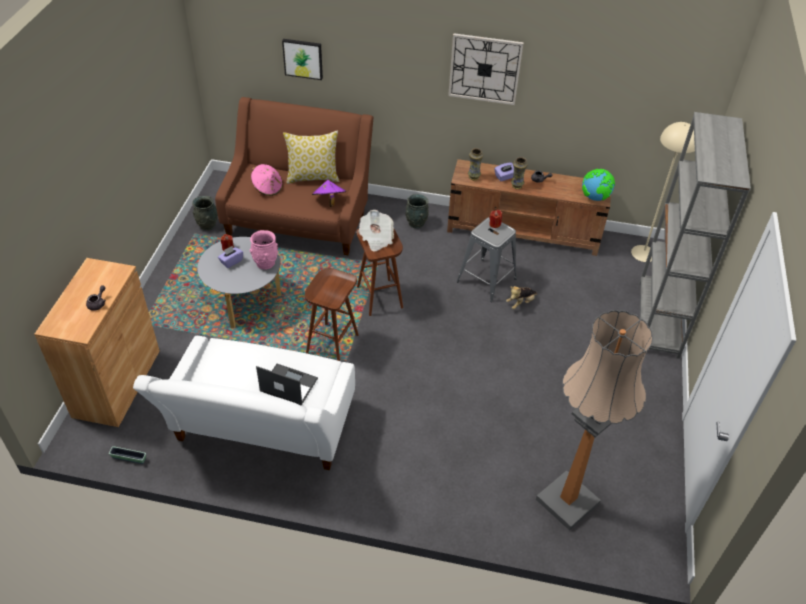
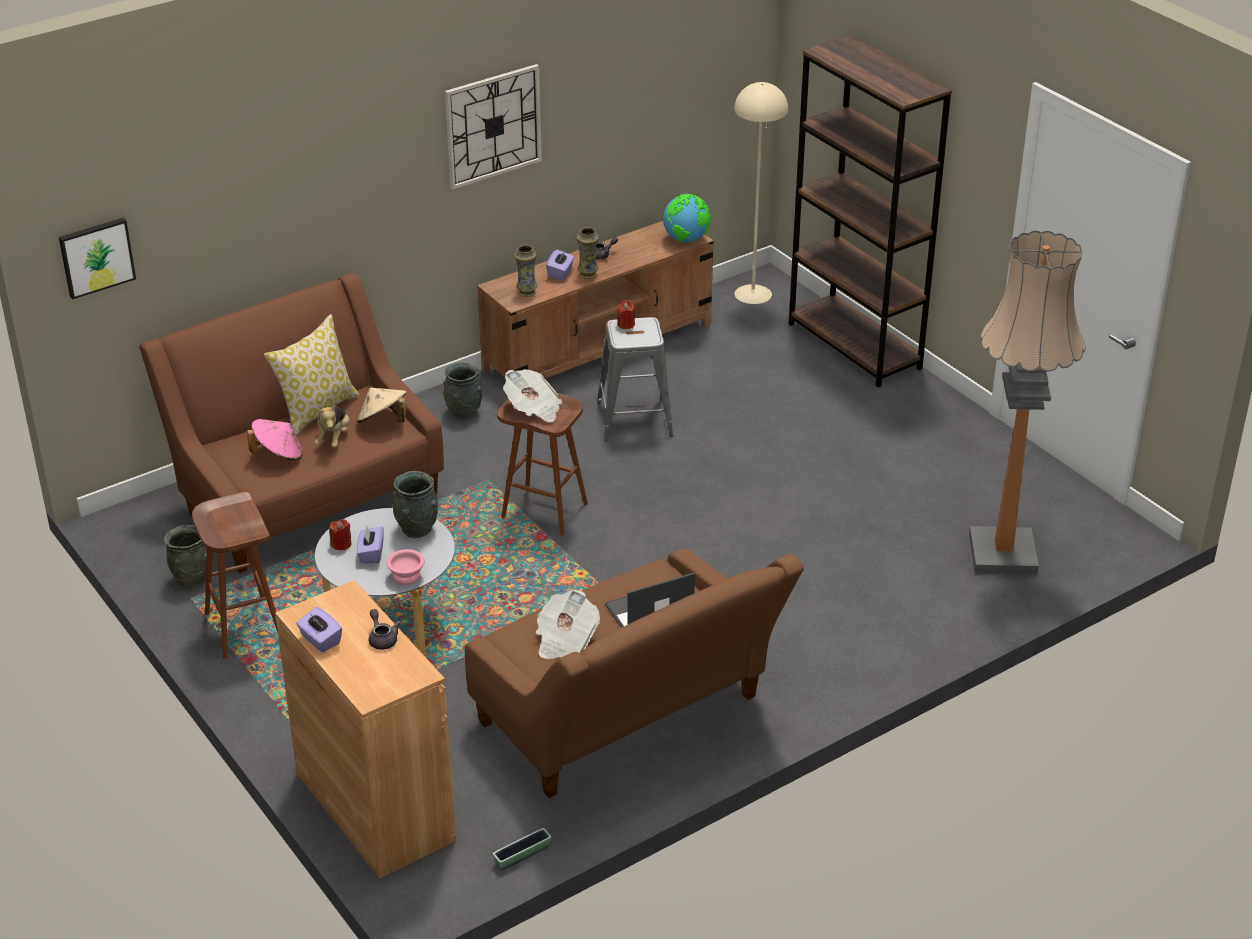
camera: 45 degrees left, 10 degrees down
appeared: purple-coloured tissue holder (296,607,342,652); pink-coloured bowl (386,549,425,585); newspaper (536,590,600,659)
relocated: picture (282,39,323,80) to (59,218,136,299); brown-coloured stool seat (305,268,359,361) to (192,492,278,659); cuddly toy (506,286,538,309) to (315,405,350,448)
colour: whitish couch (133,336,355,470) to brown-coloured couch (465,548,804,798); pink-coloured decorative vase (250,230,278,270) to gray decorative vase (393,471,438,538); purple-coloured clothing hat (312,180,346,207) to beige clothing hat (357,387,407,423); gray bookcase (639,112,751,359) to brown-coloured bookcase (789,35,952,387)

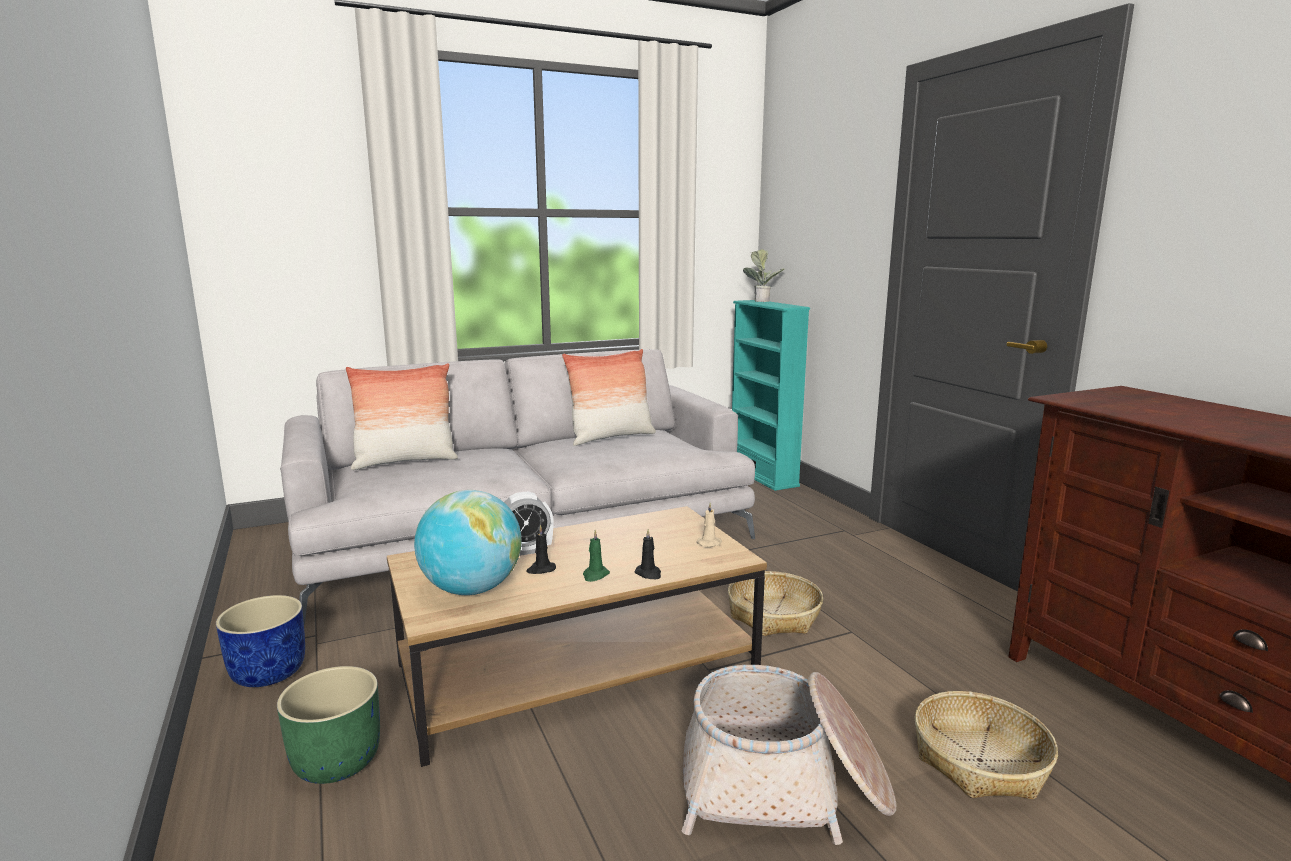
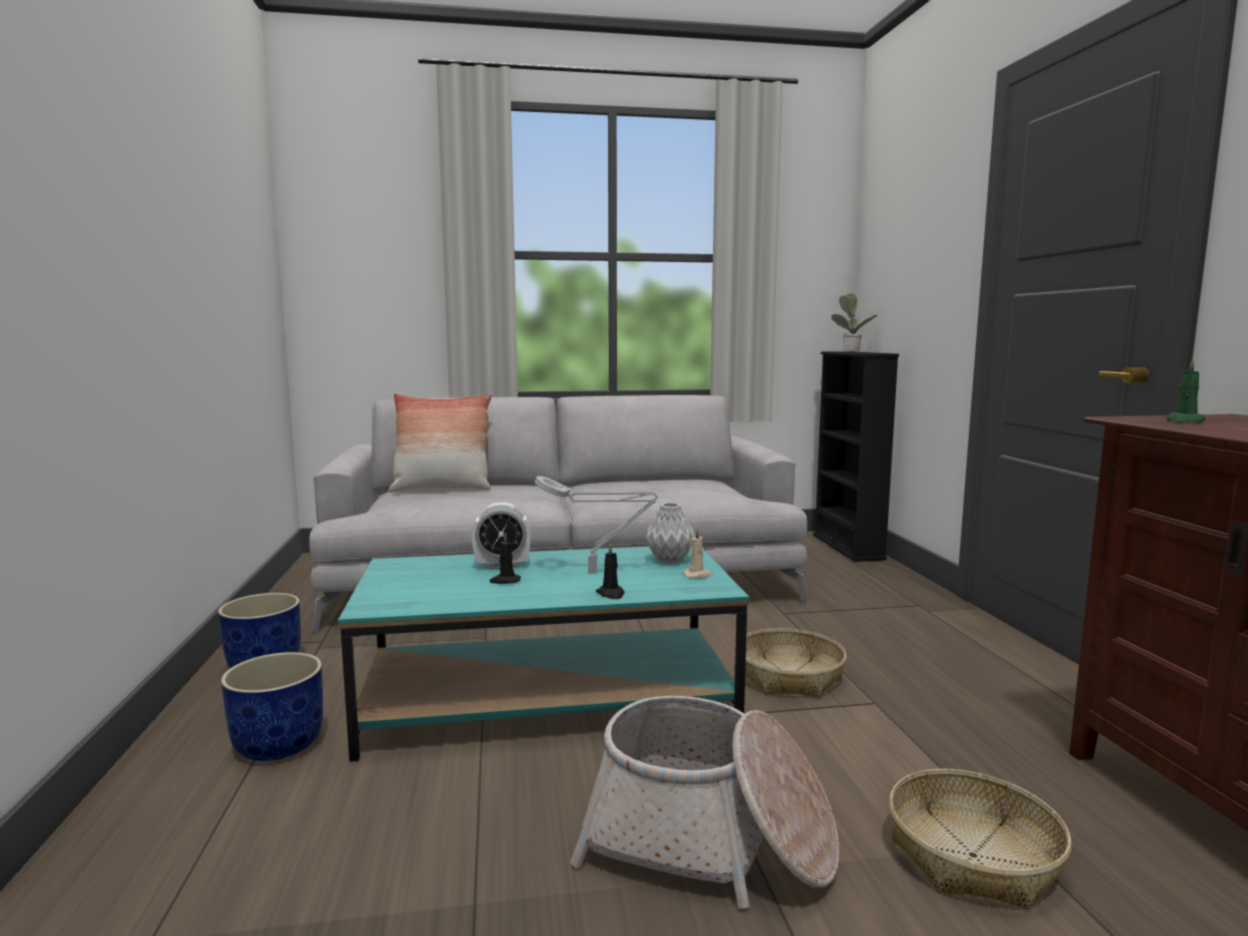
camera: 15 degrees right, 5 degrees down
missing: world globe (414,490,522,595); pillow (562,349,656,446)
appeared: gray tabletop lamp (535,476,658,573); gray decorative vase (645,503,695,564)
relocated: green wax light (583,530,610,582) to (1167,358,1206,423)
colour: green planter (277,666,380,784) to bluish planter (221,652,323,761); brown-coloured lounge table (387,506,767,767) to turquoise lounge table (338,545,749,761); turquoise bookcase (732,300,810,491) to black bookcase (813,351,899,562)

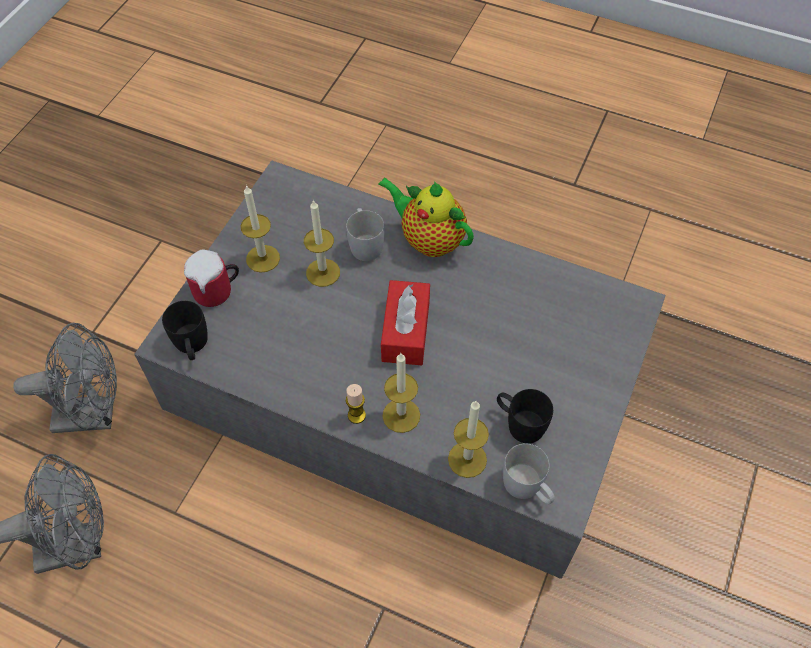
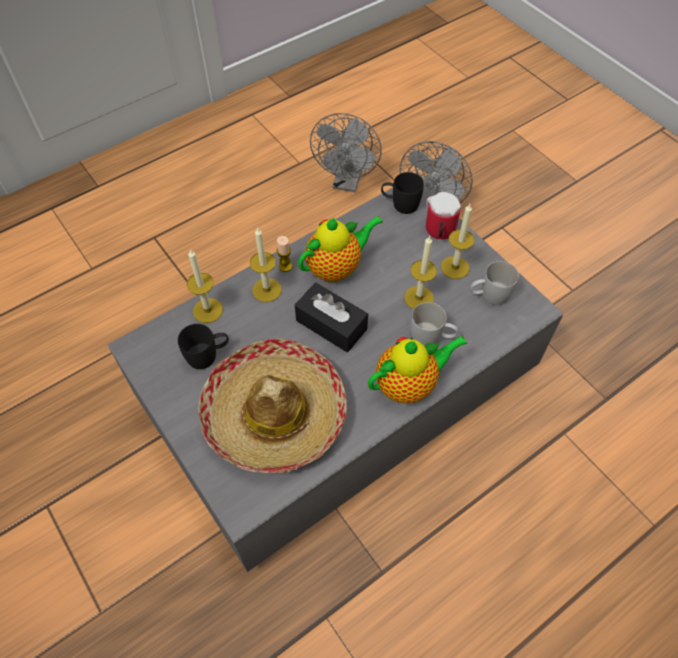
camera: 120 degrees right, 0 degrees up
appeared: clothing hat (198,339,347,473); tea pot (298,216,383,282)
relocated: whitish coffee mug (503,444,555,504) to (470,261,519,305)
colour: red tissue holder (381,280,430,365) to black tissue holder (295,283,368,352)

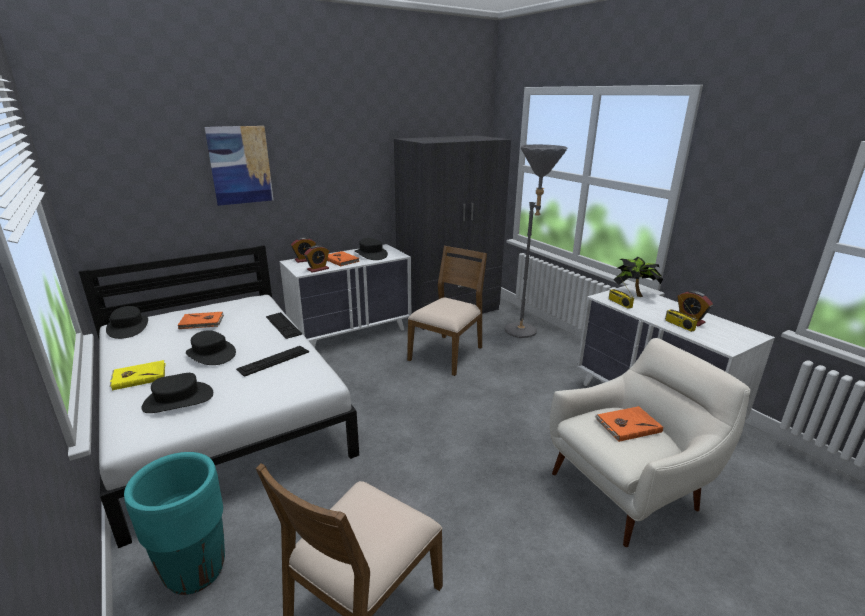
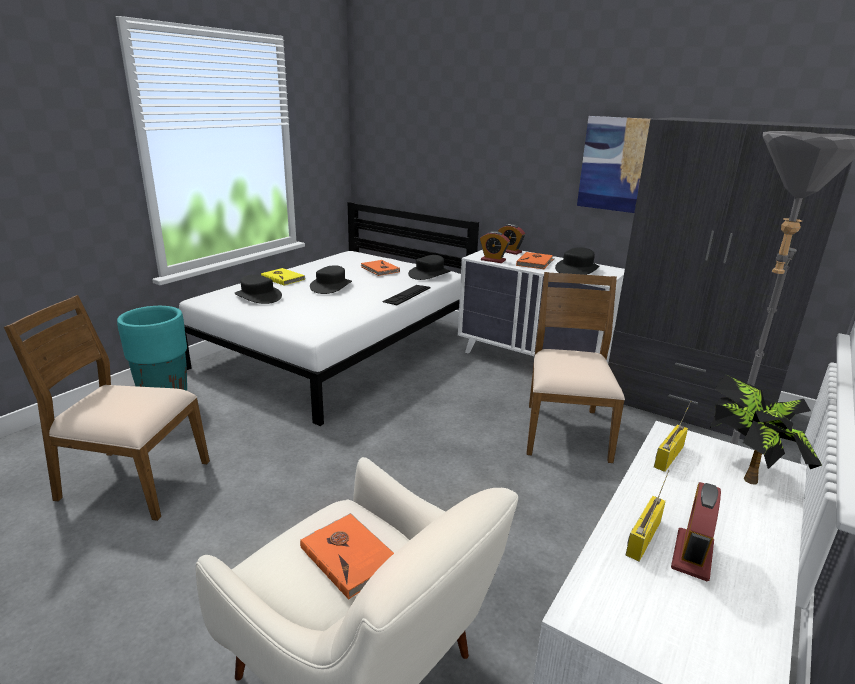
camera: 65 degrees right, 0 degrees up
missing: PC keyboard (236,346,309,377)
relocated: black clothing hat (106,306,148,339) to (408,255,450,280); picture (204,126,273,206) to (577,116,650,213)
spun: brown-coloured upright chair (407,246,487,376) = (527,272,625,463) 90 degrees counterclockwise

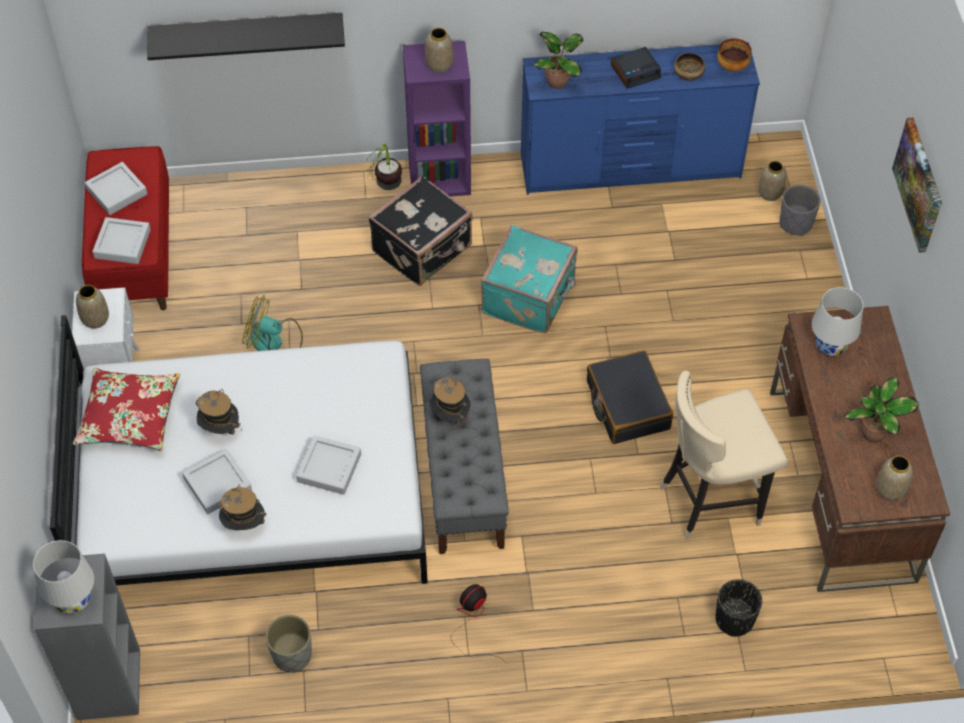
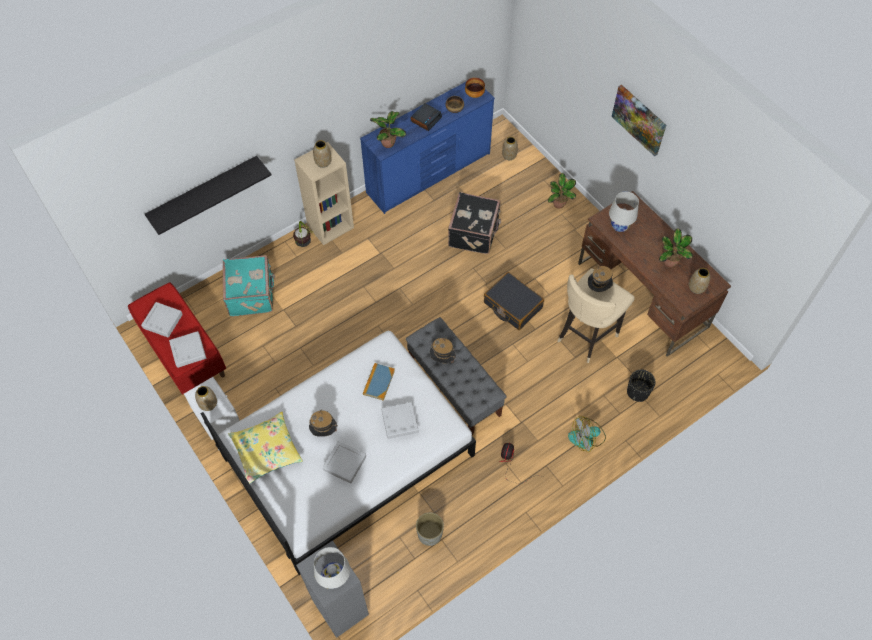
camera: 30 degrees left, 5 degrees up
missing: gray planter (780,185,820,236)
appeared: bound book (363,363,395,401); plant in a pot (547,173,576,209)
relocated: clothing hat (219,484,266,530) to (588,265,613,292); electric fan (242,295,303,351) to (568,416,606,452); black piece of luggage (368,176,473,286) to (448,192,501,254); turquoise piece of luggage (481,225,578,333) to (223,255,275,316)
colour: red pillow (73,368,180,451) to yellow-coloured pillow (228,411,303,484); purple-coloured bookcase (403,41,471,196) to beige bookcase (294,142,354,245)

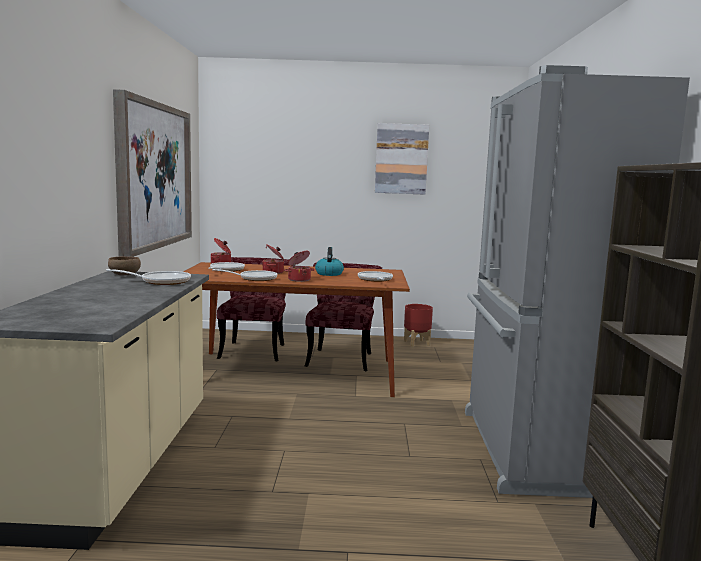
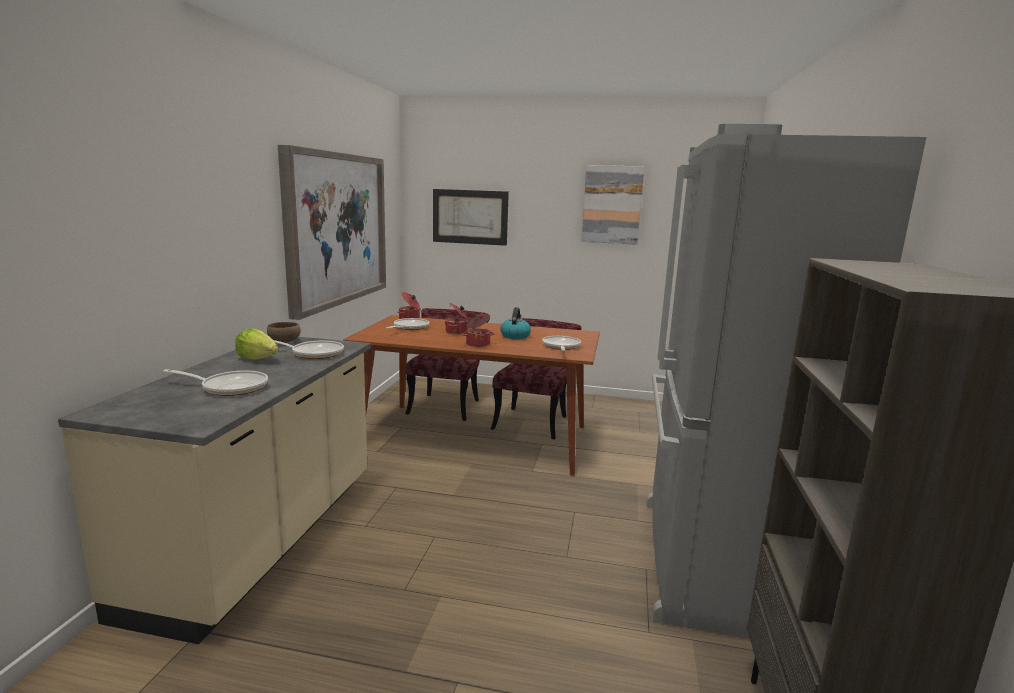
camera: 10 degrees right, 5 degrees up
missing: red planter (404,304,433,347)
appeared: head of lettuce (235,328,278,360); picture (433,189,509,246)
relocated: pan (212,269,277,281) to (163,369,268,396)

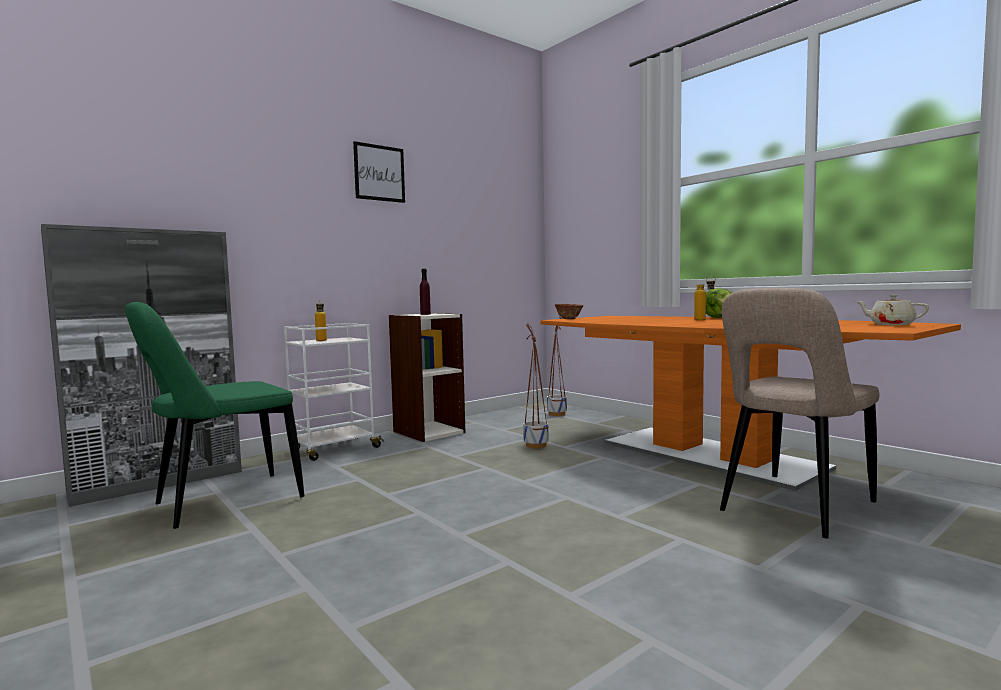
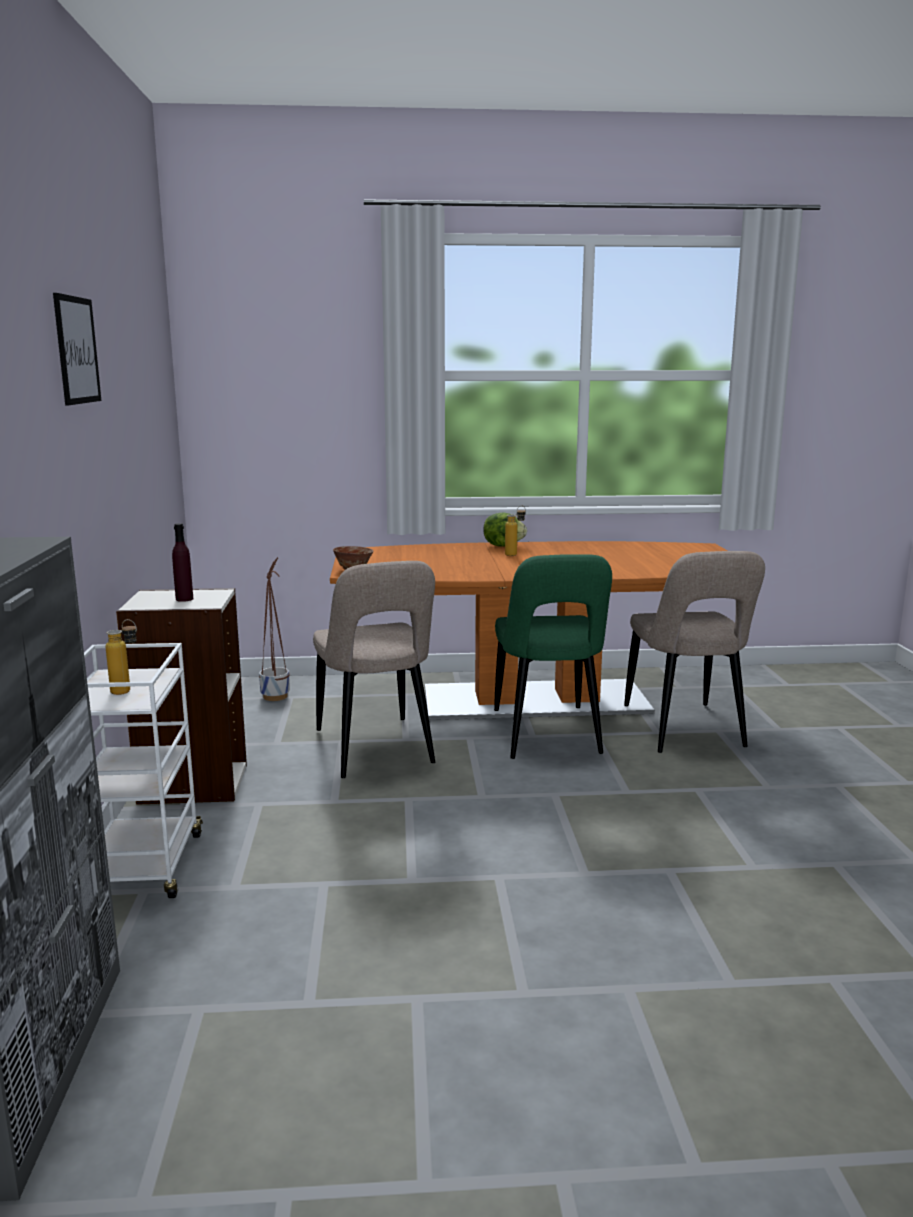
camera: 55 degrees left, 10 degrees up
missing: beige tea pot (856,294,929,325)
relocated: green upright chair (125,302,304,529) to (494,554,612,759)
exchanged: planter (523,322,549,449) to beige upright chair (313,561,435,778)

